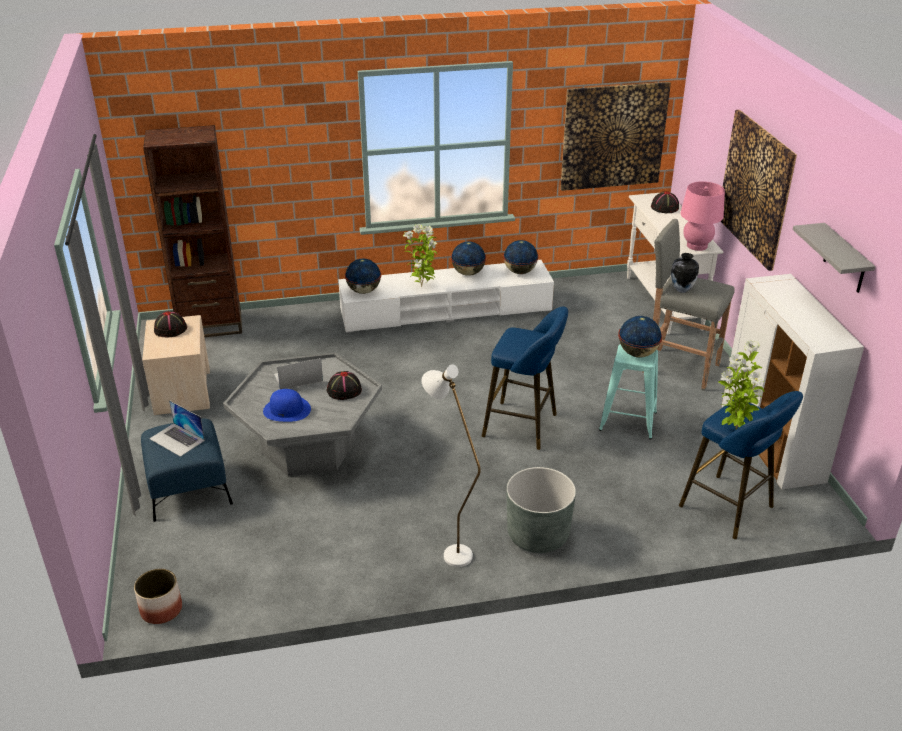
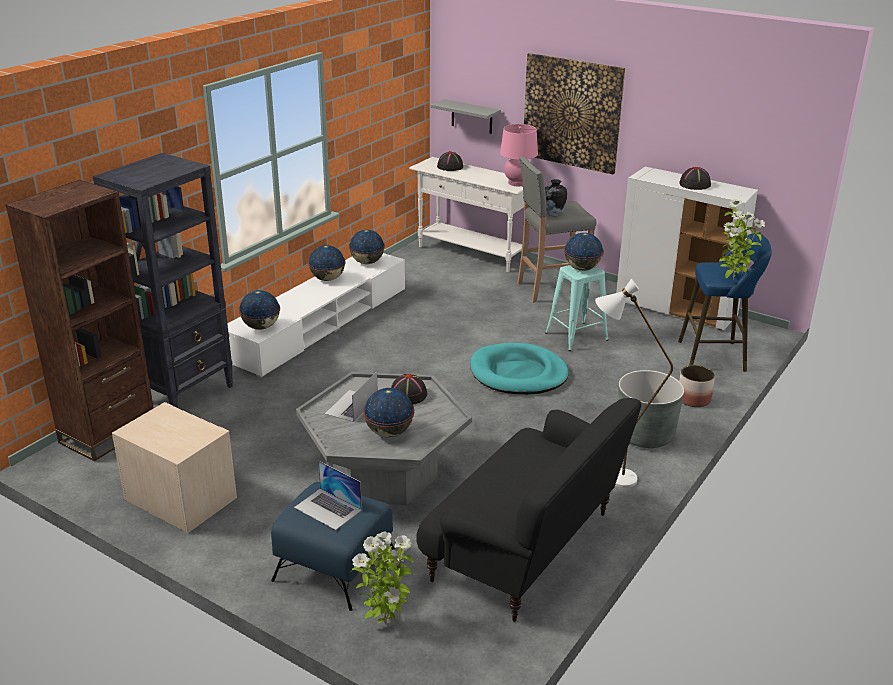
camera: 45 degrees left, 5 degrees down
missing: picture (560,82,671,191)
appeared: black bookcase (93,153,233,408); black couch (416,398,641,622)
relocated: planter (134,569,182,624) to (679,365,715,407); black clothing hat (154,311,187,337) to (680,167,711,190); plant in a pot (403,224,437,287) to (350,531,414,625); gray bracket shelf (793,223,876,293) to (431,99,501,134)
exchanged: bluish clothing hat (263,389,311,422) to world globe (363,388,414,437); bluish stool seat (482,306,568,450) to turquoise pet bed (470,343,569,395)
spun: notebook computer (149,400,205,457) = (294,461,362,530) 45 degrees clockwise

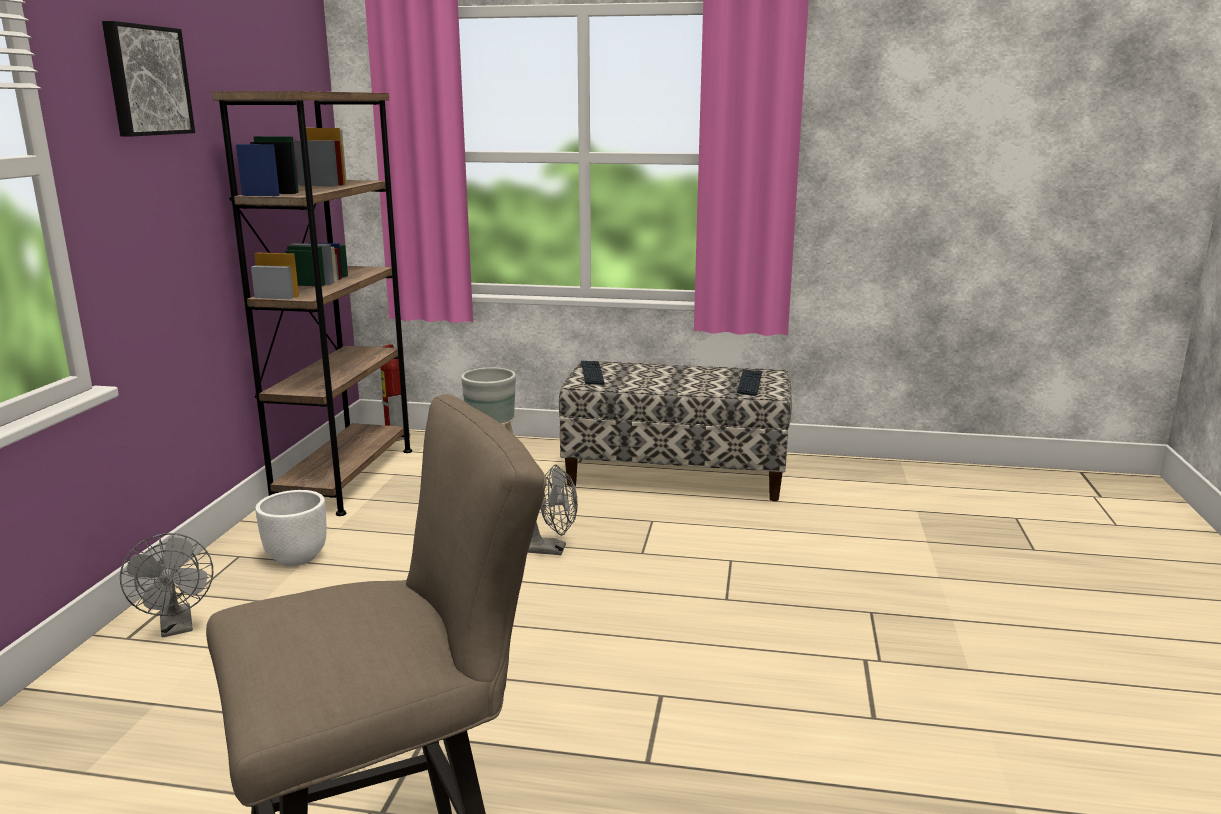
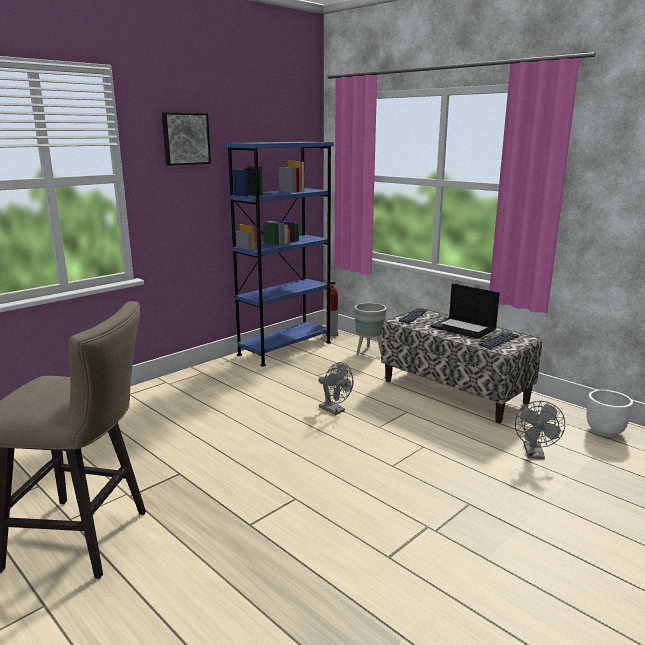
camera: 35 degrees right, 0 degrees up
appeared: notebook computer (430,283,500,339)
relocated: gray electric fan (120,533,213,637) to (515,401,565,459); whitish planter (255,490,327,566) to (587,390,633,437)
colour: brown-coloured bookcase (212,91,412,516) to bluish bookcase (225,142,334,366)

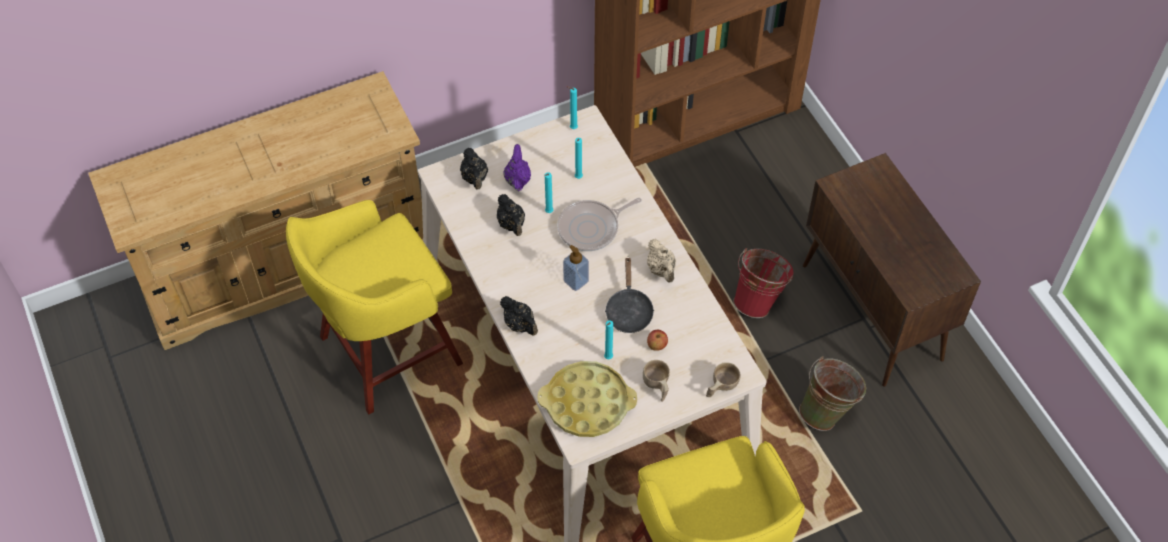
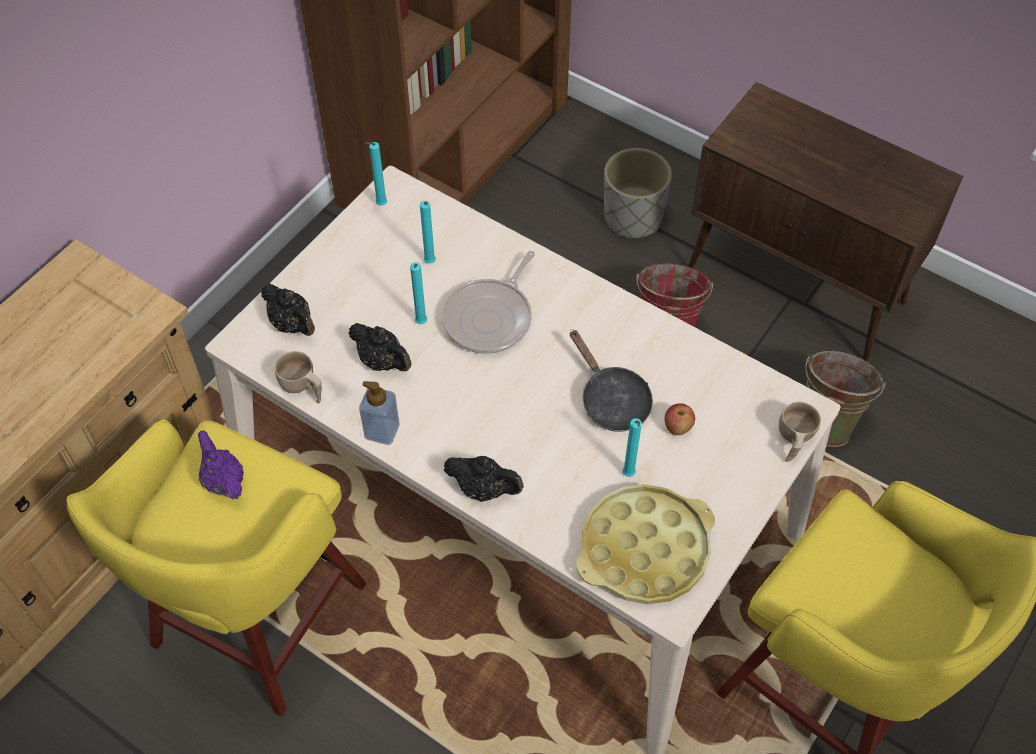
camera: 30 degrees left, 0 degrees up
missing: beige tea pot (647,239,676,283)
appeared: gray planter (604,148,672,238)
relocated: purple-coloured tea pot (503,144,531,191) to (198,430,244,500); soap bottle (563,245,589,291) to (359,381,400,445); beige cup (643,360,670,402) to (275,351,322,404)

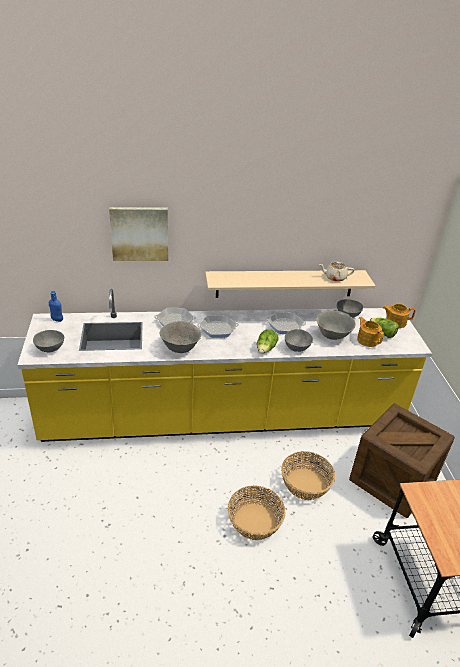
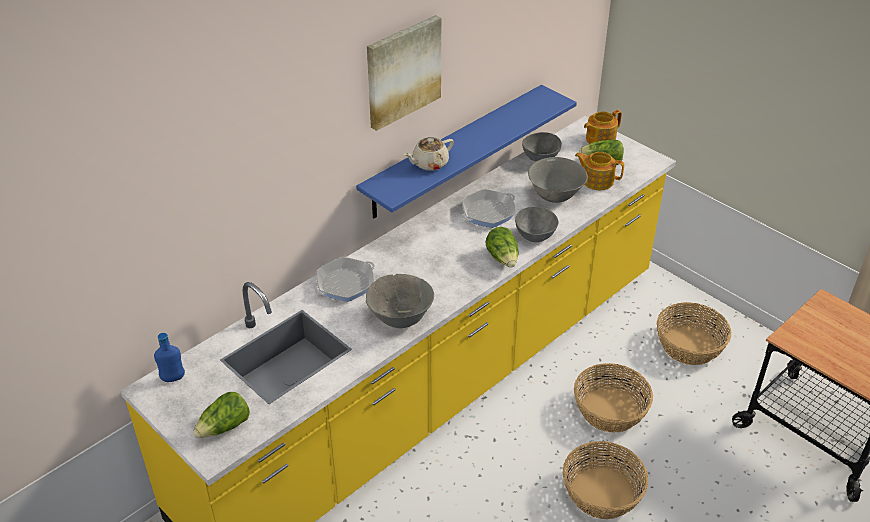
camera: 35 degrees left, 5 degrees up
missing: pan (197,315,239,338)
relocated: picture (109,207,168,261) to (367,15,441,131); beige tea pot (319,262,354,282) to (404,137,454,171)
exchanged: gray bowl (33,330,64,352) to head of lettuce (193,392,250,438); shipping crate (349,403,455,518) to household basket (657,302,731,365)
colour: beige bracket shelf (205,270,375,298) to bluish bracket shelf (356,85,577,218)

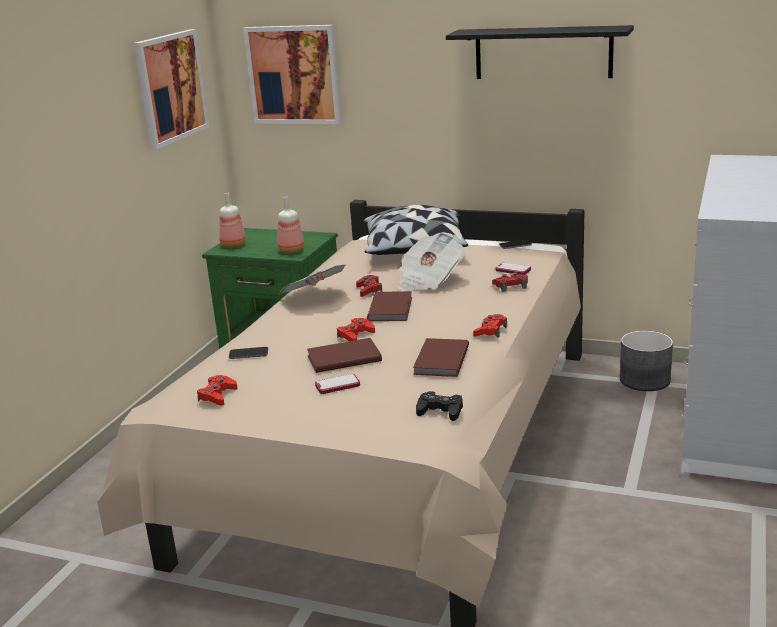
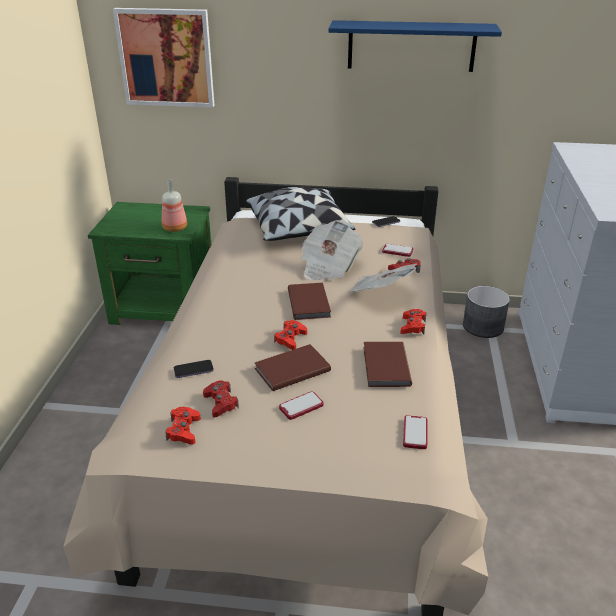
camera: 15 degrees left, 10 degrees up
missing: picture (133,29,209,149); drink bottle (219,193,246,248)
relocated: newspaper (278,265,346,294) to (347,264,417,293); red joypad (356,275,382,297) to (203,380,239,417)
exchanged: black joypad (416,391,463,421) to handset (403,415,428,449)
colour: black bracket shelf (446,25,634,79) to bluish bracket shelf (329,20,502,72)

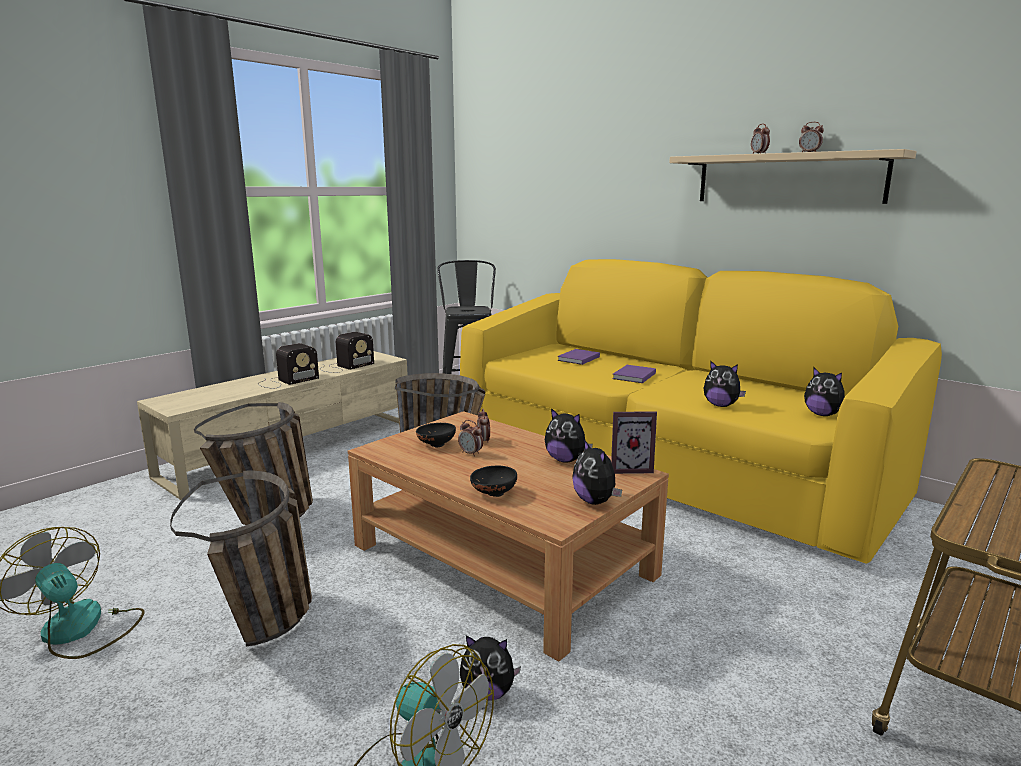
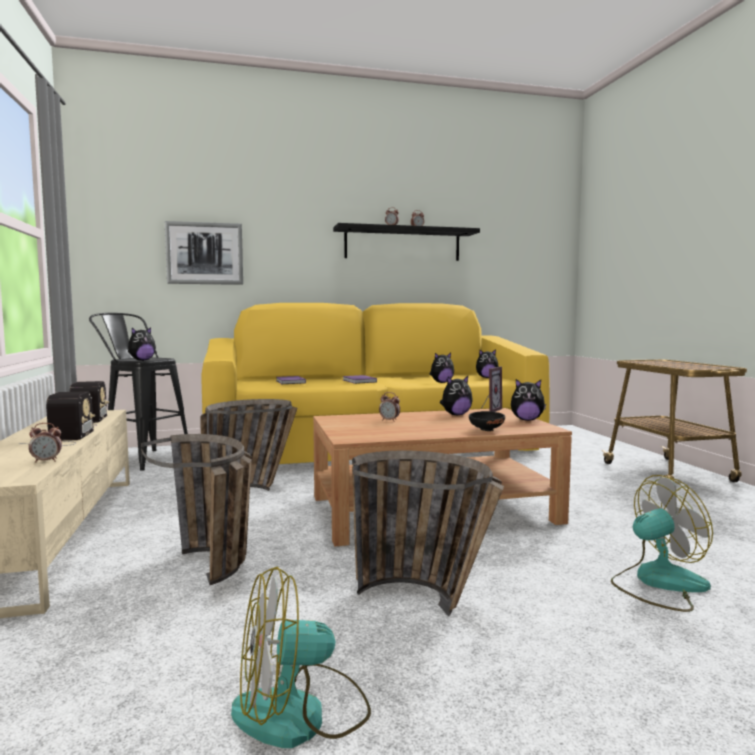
camera: 55 degrees left, 10 degrees down
missing: black bowl (416,423,456,447)
appeared: picture (165,221,243,285)
relocated: bedside clock (458,420,483,457) to (29,423,62,463); cuddly toy (460,635,521,701) to (128,327,156,361)
colour: beige bracket shelf (669,149,917,204) to black bracket shelf (333,223,480,261)

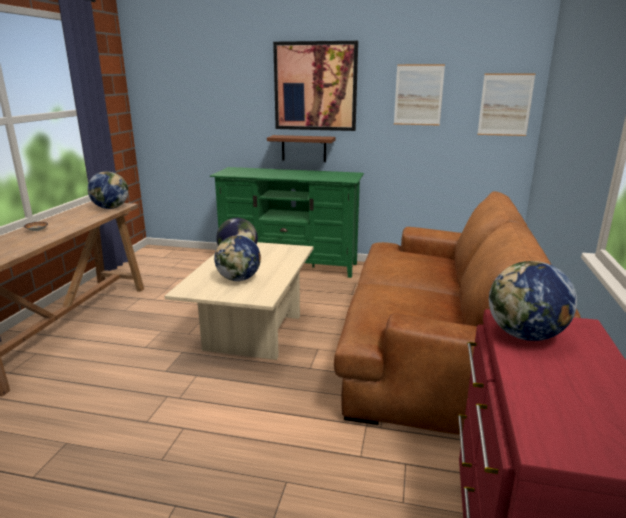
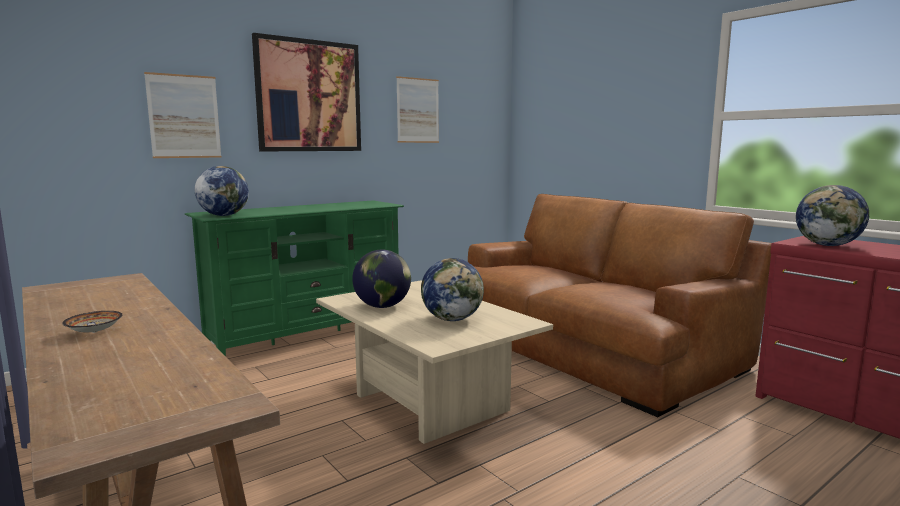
camera: 50 degrees left, 10 degrees down
missing: brown-coloured bracket shelf (267,135,336,162)
relocated: world globe (87,171,128,209) to (195,166,249,216); picture (477,73,536,136) to (144,72,221,158)

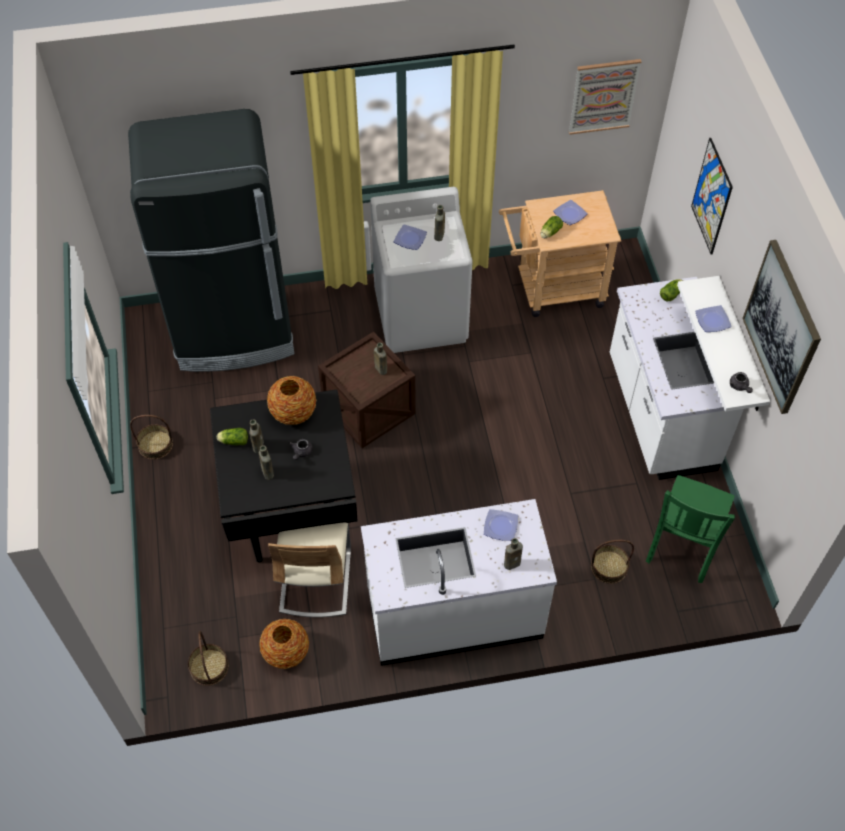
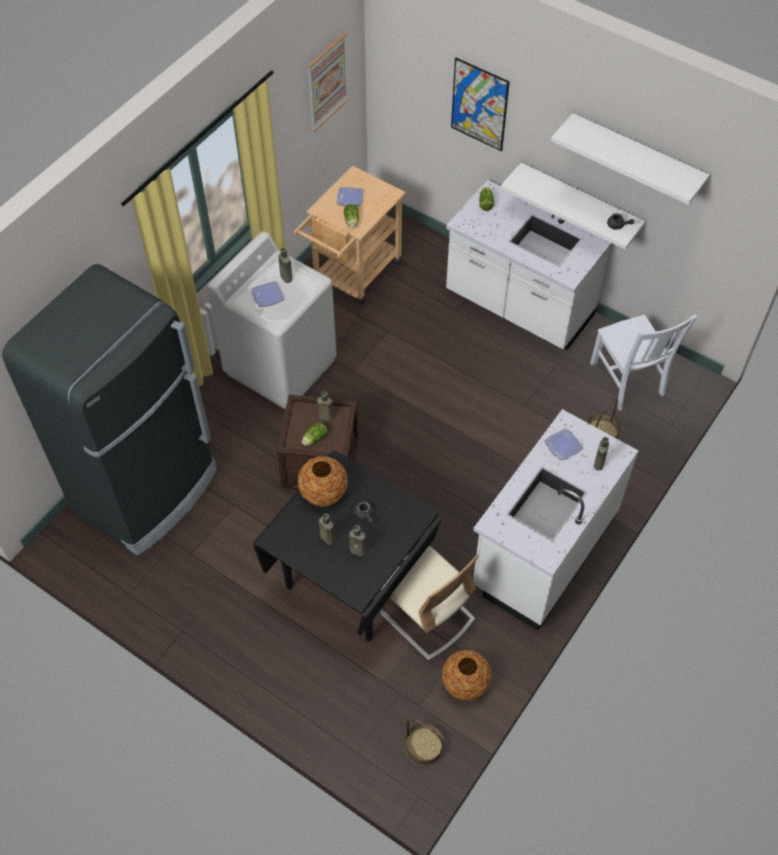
camera: 45 degrees left, 0 degrees up
missing: household basket (130,415,173,460); plate (695,305,731,332)
relocated: head of lettuce (217,428,248,445) to (302,422,328,446)
exchanged: picture (742,240,821,414) to whitish bracket shelf (551,113,710,205)
colour: green upright chair (646,475,735,583) to whitish upright chair (590,315,697,410)

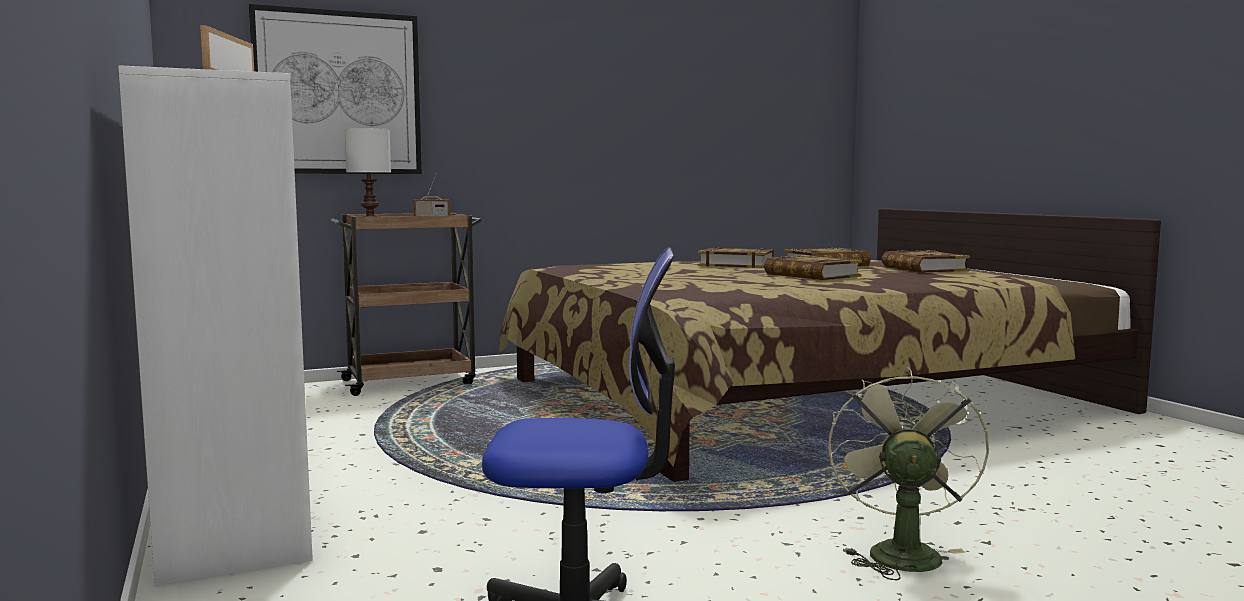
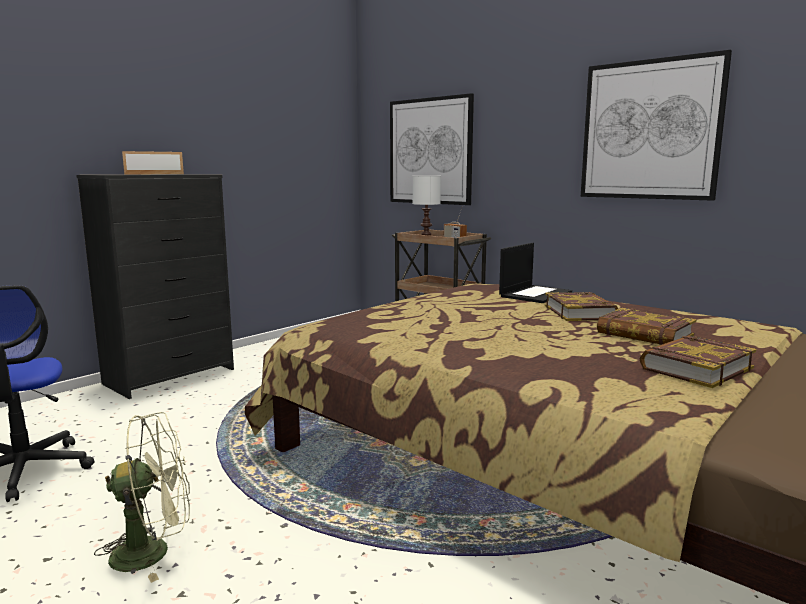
camera: 65 degrees right, 5 degrees up
missing: bound book (764,255,862,280)
appeared: notebook computer (499,243,572,303); picture (581,50,732,201)
colour: whitish chest of drawers (118,65,313,586) to black chest of drawers (76,174,234,399)

